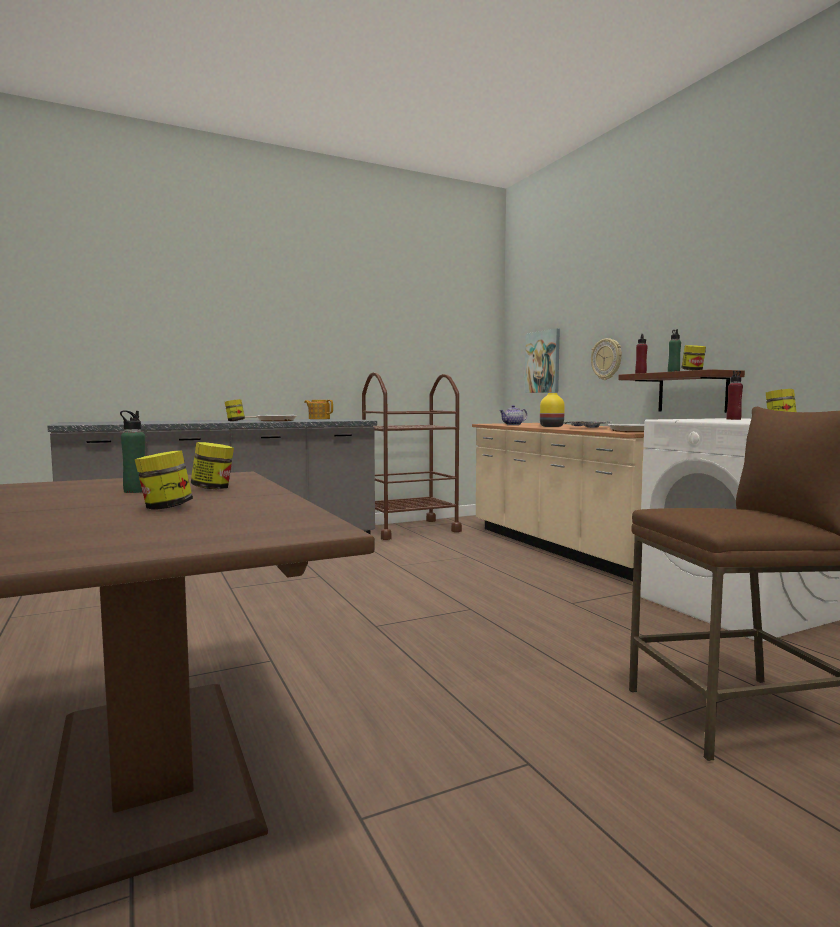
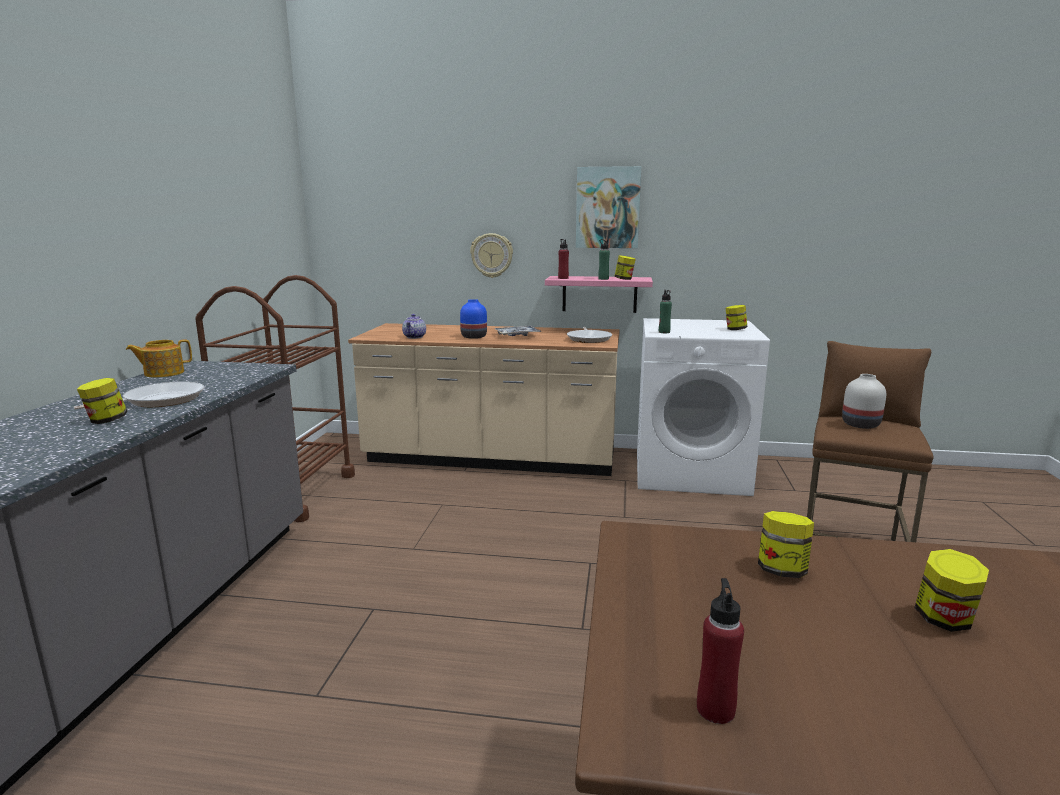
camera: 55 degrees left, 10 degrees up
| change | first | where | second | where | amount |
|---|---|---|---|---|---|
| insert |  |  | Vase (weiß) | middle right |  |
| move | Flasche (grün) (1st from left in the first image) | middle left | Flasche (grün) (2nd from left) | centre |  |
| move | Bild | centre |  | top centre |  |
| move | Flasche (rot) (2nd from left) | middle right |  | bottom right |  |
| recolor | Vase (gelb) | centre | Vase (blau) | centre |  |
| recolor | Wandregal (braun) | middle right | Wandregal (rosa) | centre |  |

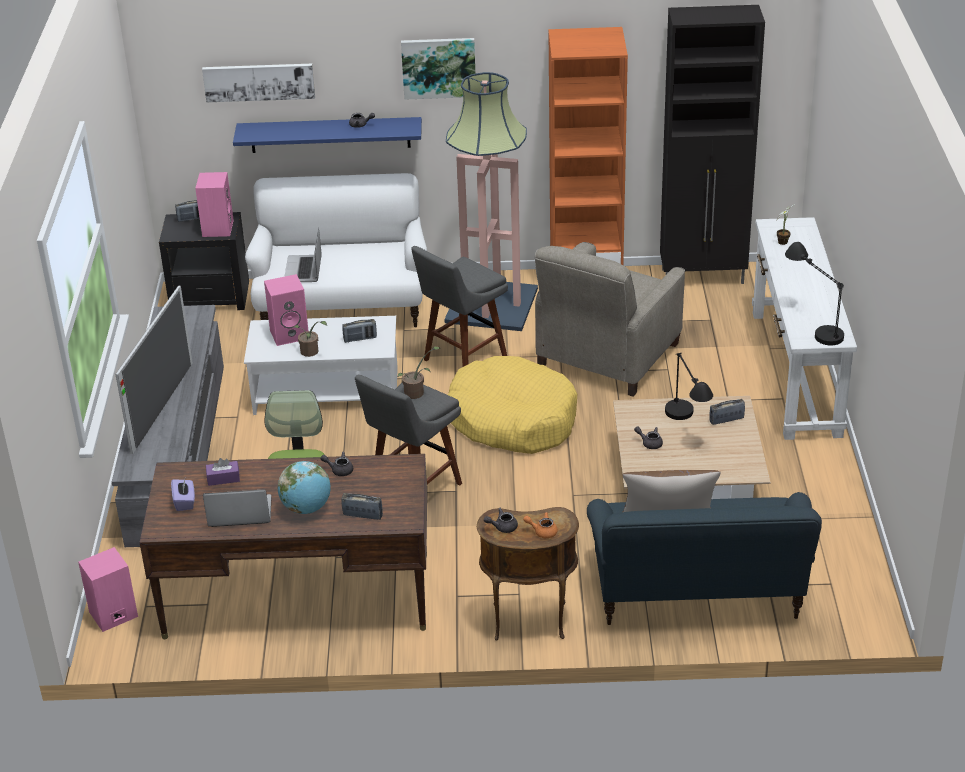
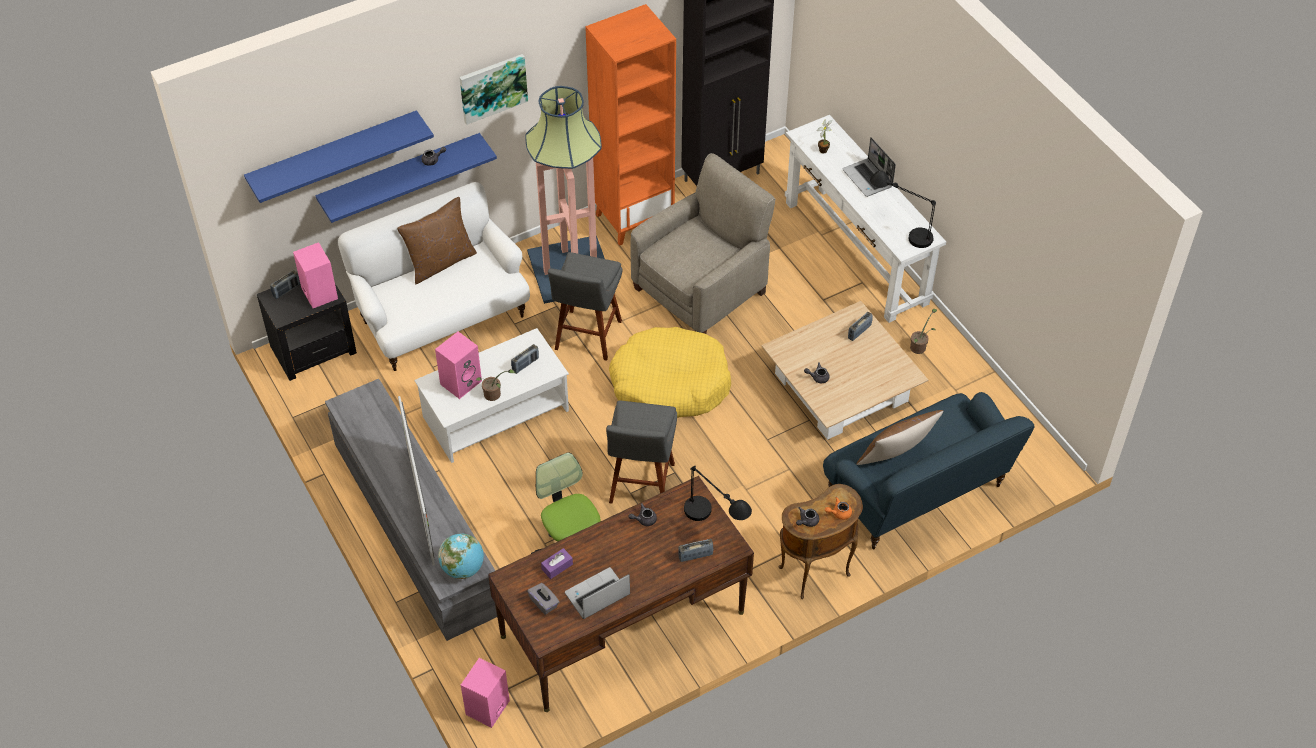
camera: 30 degrees left, 15 degrees up
| change | first | where | second | where | amount |
|---|---|---|---|---|---|
| insert |  |  | Kissen (braun) (1st from left) | top left |  |
| move | Globus | middle left |  | bottom centre |  |
| move | Laptop (2nd from left) | top left |  | top centre |  |
| move | Topfpflanze (2nd from left in the first image) | centre | Topfpflanze (3rd from left) | middle right |  |
| move | Tischlampe (schwarz) (1st from left) | middle right |  | centre |  |
| replace | Bild (1st from left) | top left | Wandregal (blau) (1st from left) | top left |  |
| recolor | Taschentuchbox (lila) (1st from left) | middle left | Taschentuchbox (grau) | bottom centre |  |
| rotate | Sessel (beige) | centre |  | top centre | 135 degrees counterclockwise |

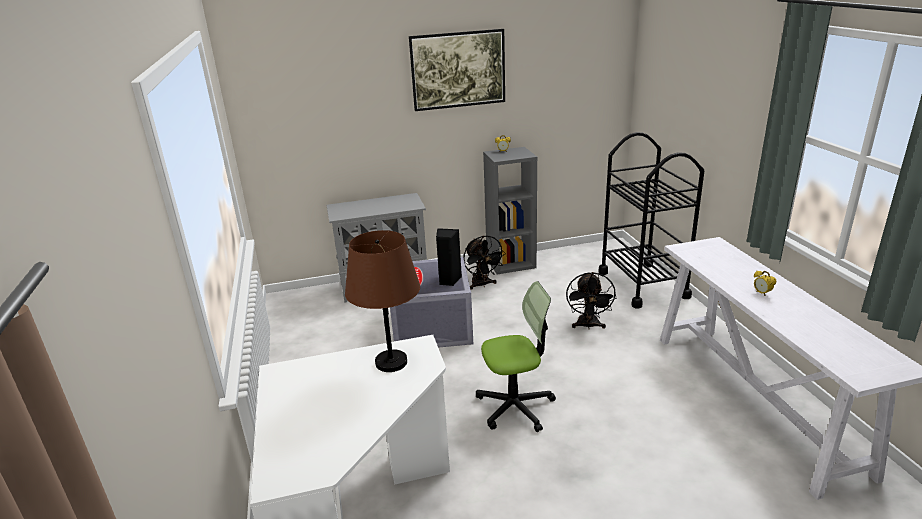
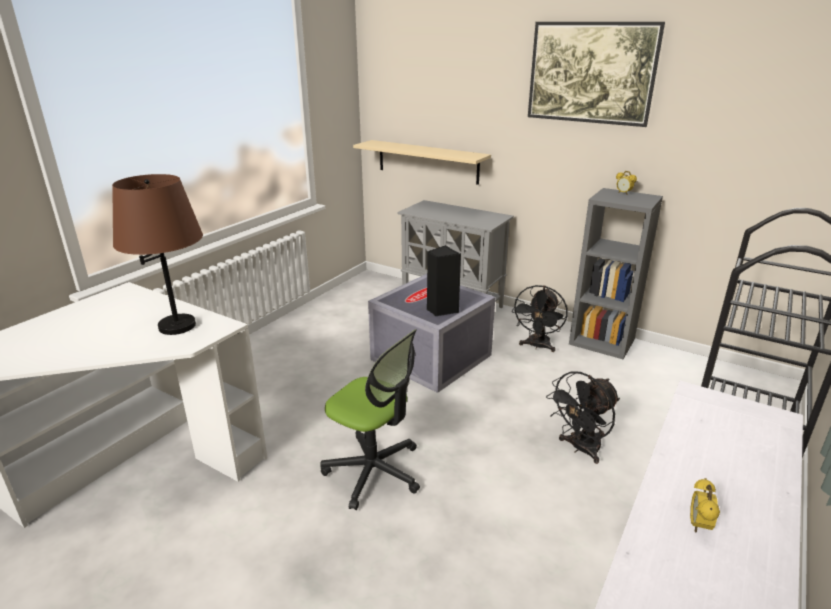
camera: 45 degrees right, 0 degrees up
| change | first | where | second | where | amount |
|---|---|---|---|---|---|
| insert |  |  | Wandregal (beige) | top centre |  |

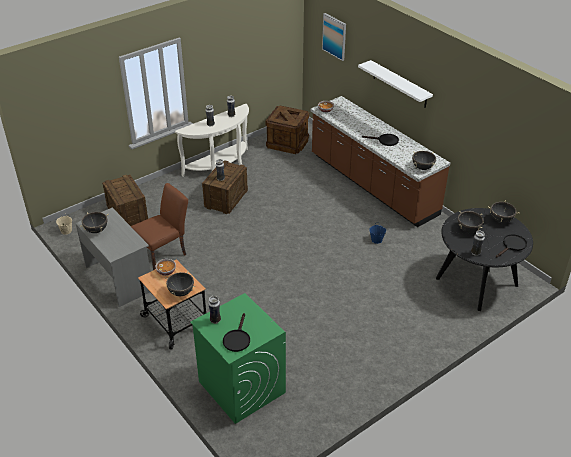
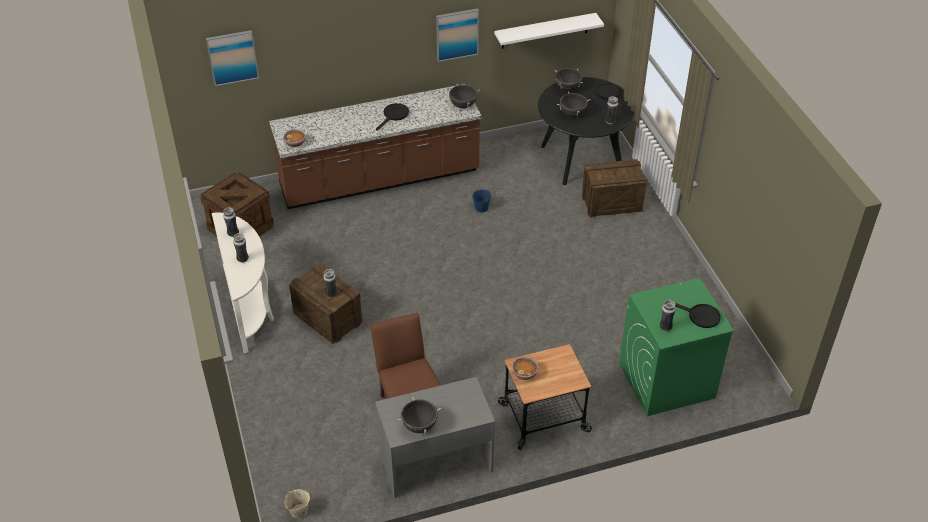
camera: 70 degrees left, 5 degrees up
| change | first | where | second | where | amount |
|---|---|---|---|---|---|
| delete | Kochtopf (schwarz) (2nd from left) | middle left |  |  |  |
| insert |  |  | Bild (2nd from left) | top centre |  |
| move | Kiste (1st from left in the first image) | middle left | Kiste (3rd from left) | centre |  |
| move | Wandregal (weiß) | top right |  | top centre |  |

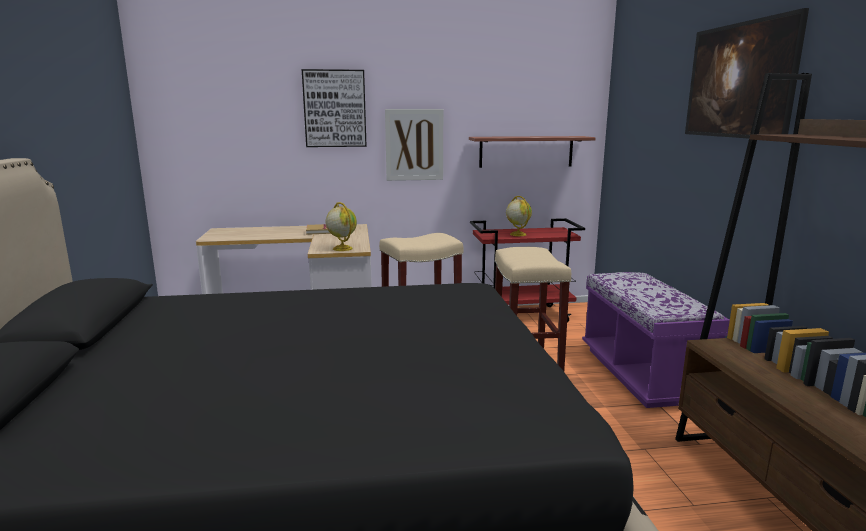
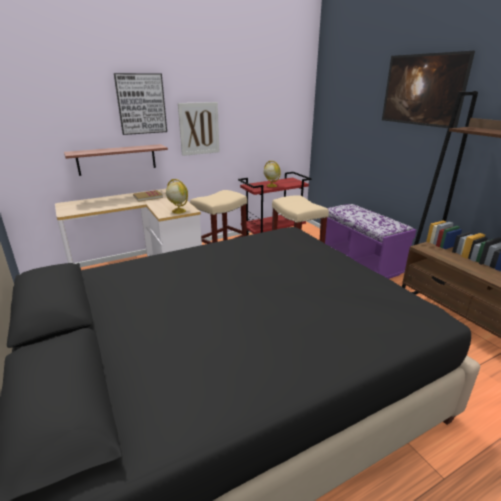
camera: 20 degrees left, 10 degrees up
| change | first | where | second | where | amount |
|---|---|---|---|---|---|
| move | Wandregal | top centre |  | top left |  |

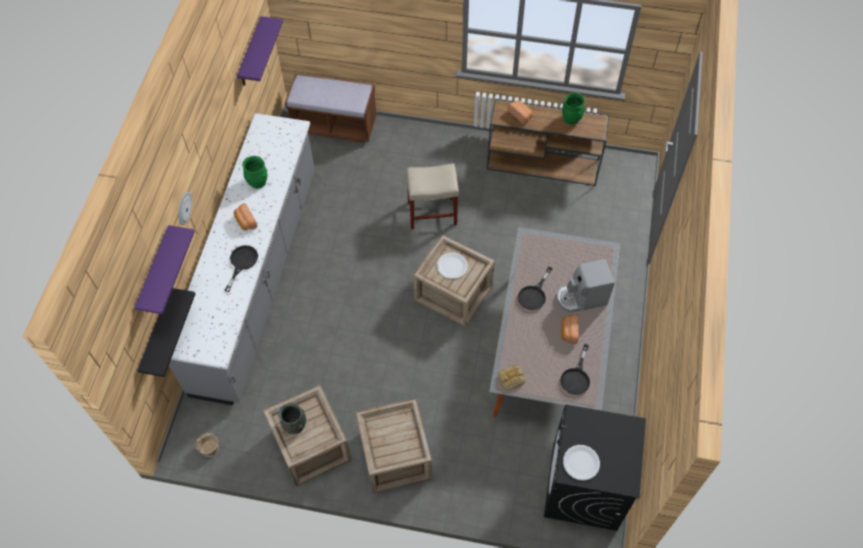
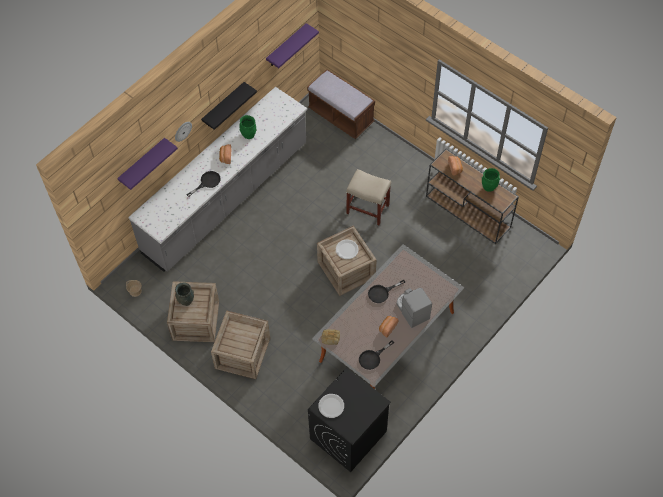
camera: 30 degrees right, 0 degrees up
| change | first | where | second | where | amount |
|---|---|---|---|---|---|
| move | Wandregal (schwarz) | middle left |  | top centre |  |
| rotate | Kaffeemaschine | middle right |  | centre | 45 degrees clockwise |

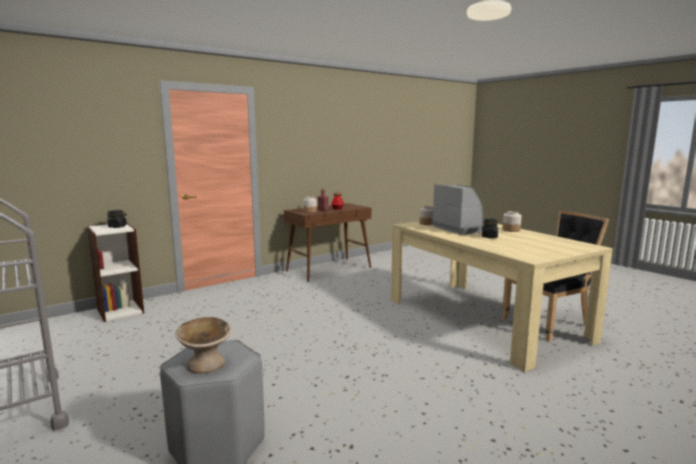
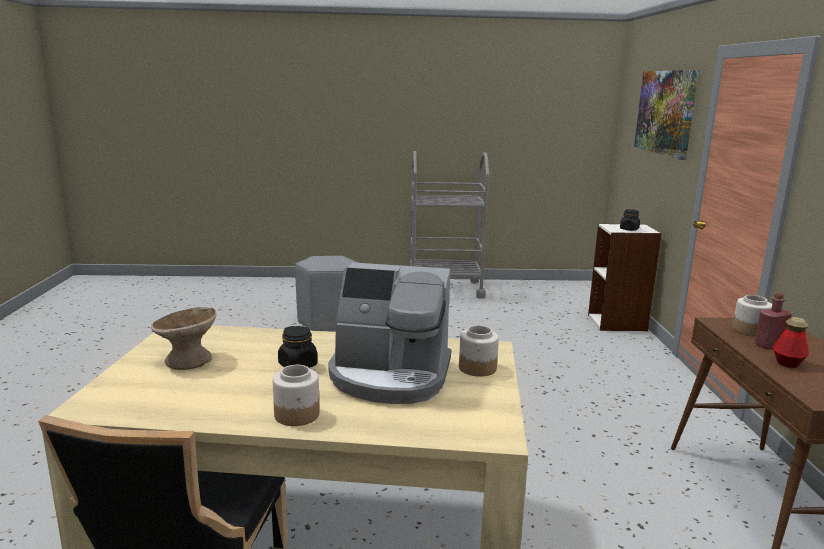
camera: 125 degrees right, 5 degrees up
| change | first | where | second | where | amount |
|---|---|---|---|---|---|
| insert |  |  | Bild | top right |  |
| move | Schüssel (beige) | bottom left |  | middle left |  |

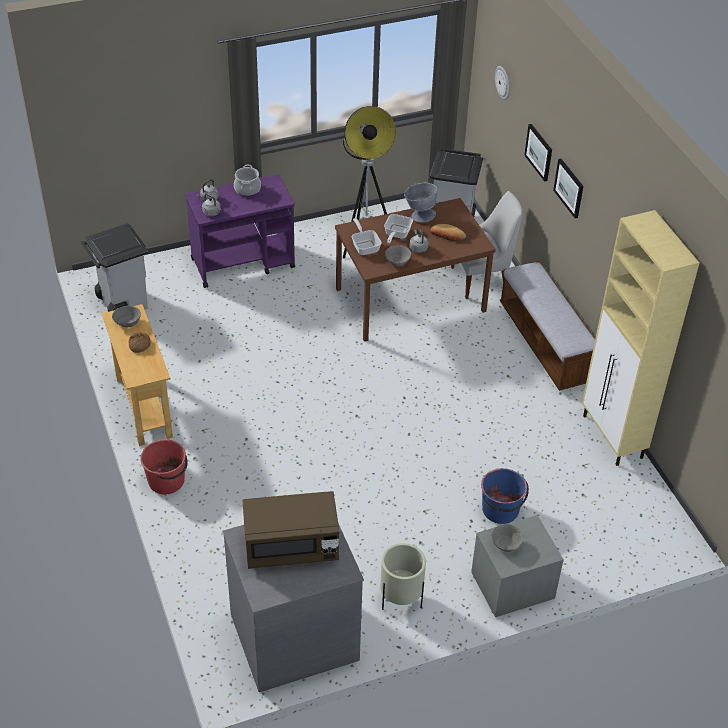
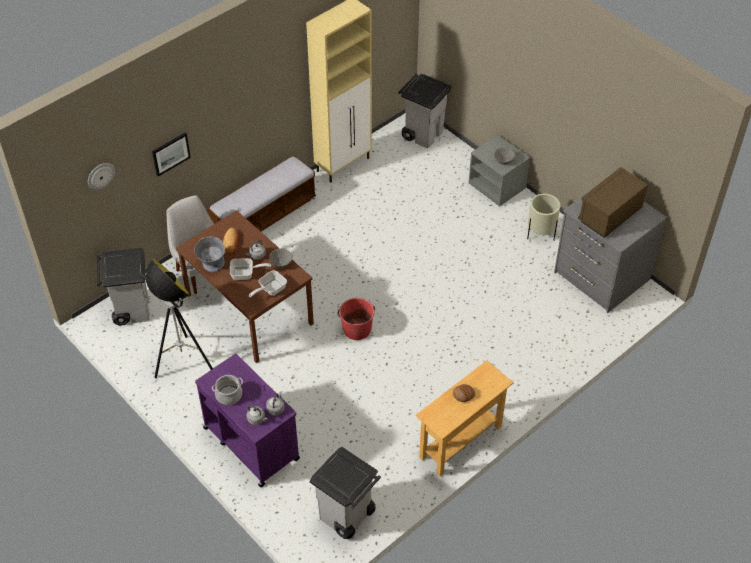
camera: 110 degrees left, 5 degrees up
| change | first | where | second | where | amount |
|---|---|---|---|---|---|
| delete | Schüssel (grau) (1st from left) | middle left |  |  |  |
| delete | Eimer (blau) | bottom right |  |  |  |
| delete | Bild (2nd from left) | top right |  |  |  |
| insert |  |  | Mülleimer (grau) (3rd from left) | top centre |  |
| move | Eimer (rot) | middle left |  | centre |  |
| rotate | Mikrowelle (braun) | bottom centre |  | middle right | 105 degrees counterclockwise |

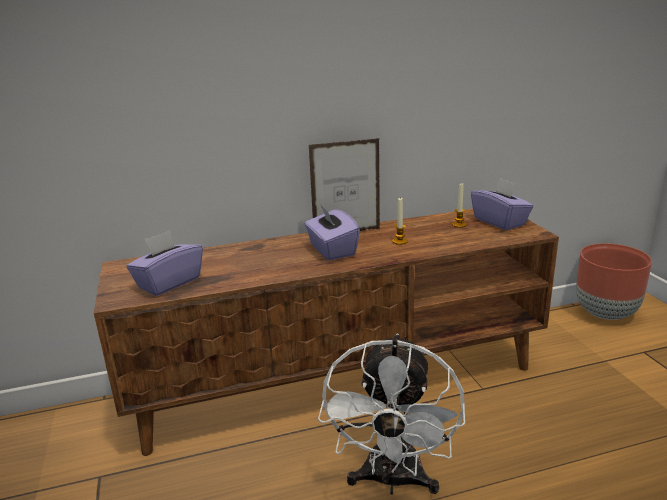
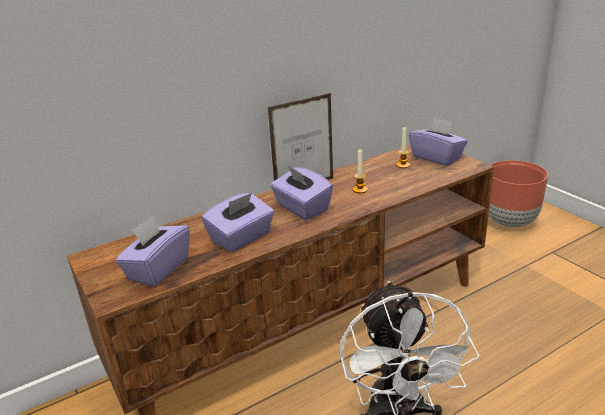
camera: 15 degrees left, 5 degrees up
| change | first | where | second | where | amount |
|---|---|---|---|---|---|
| insert |  |  | Taschentuchbox (lila) (2nd from left) | centre |  |

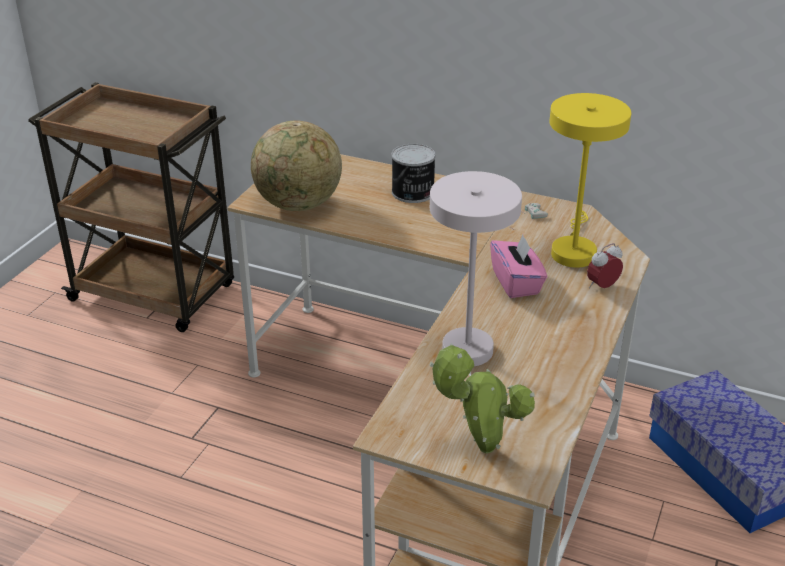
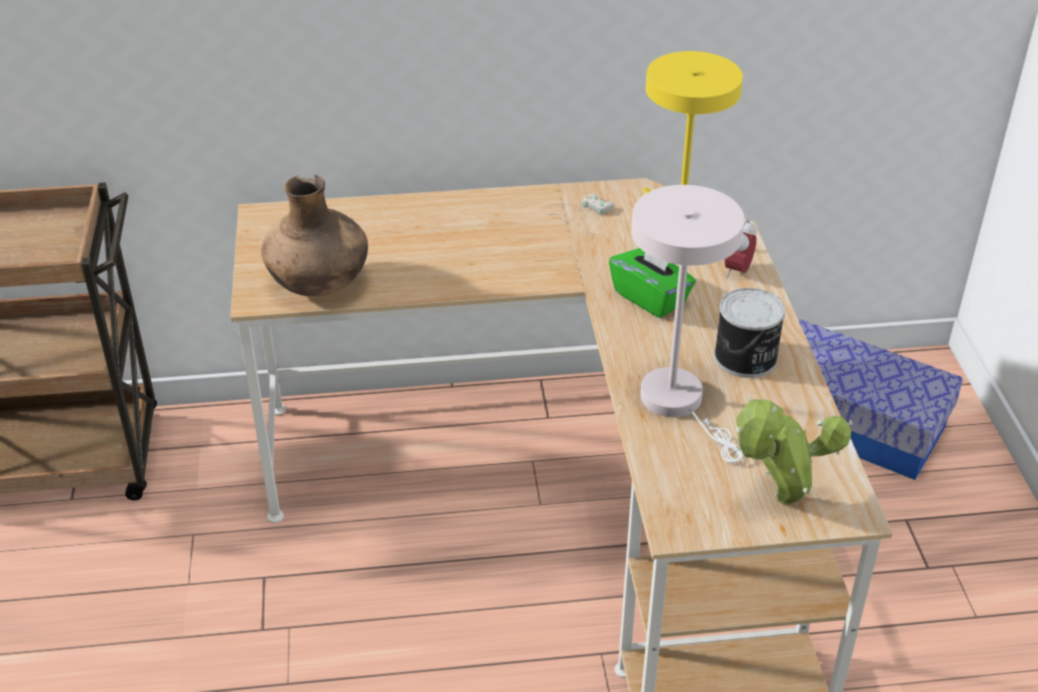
camera: 30 degrees left, 5 degrees up
| change | first | where | second | where | amount |
|---|---|---|---|---|---|
| move | Dose | top centre |  | middle right |  |
| replace | Globus | top centre | Vase (braun) | middle left |  |
| recolor | Taschentuchbox (rosa) | centre | Taschentuchbox (grün) | centre |  |

